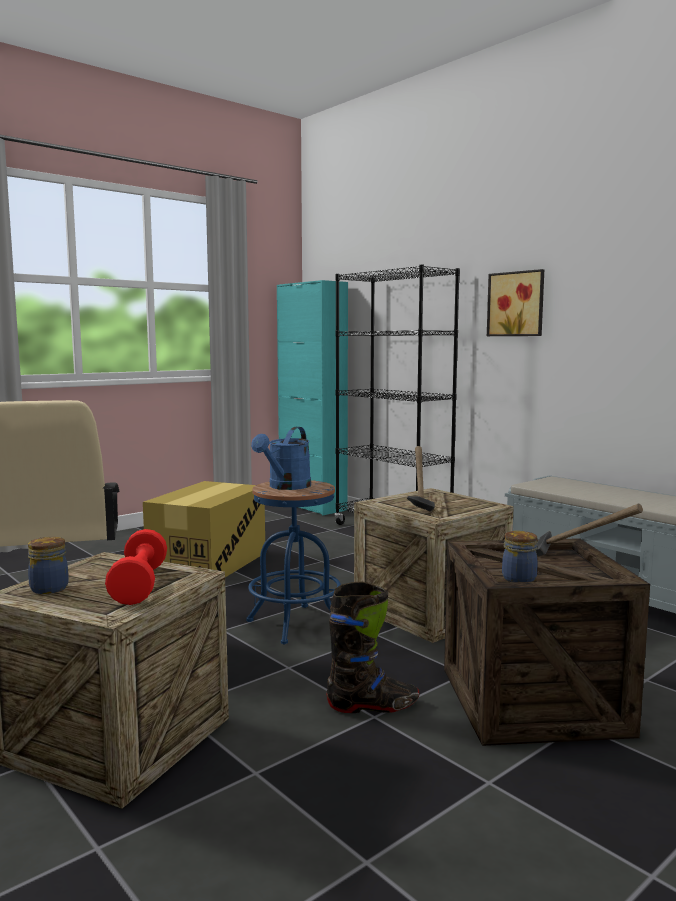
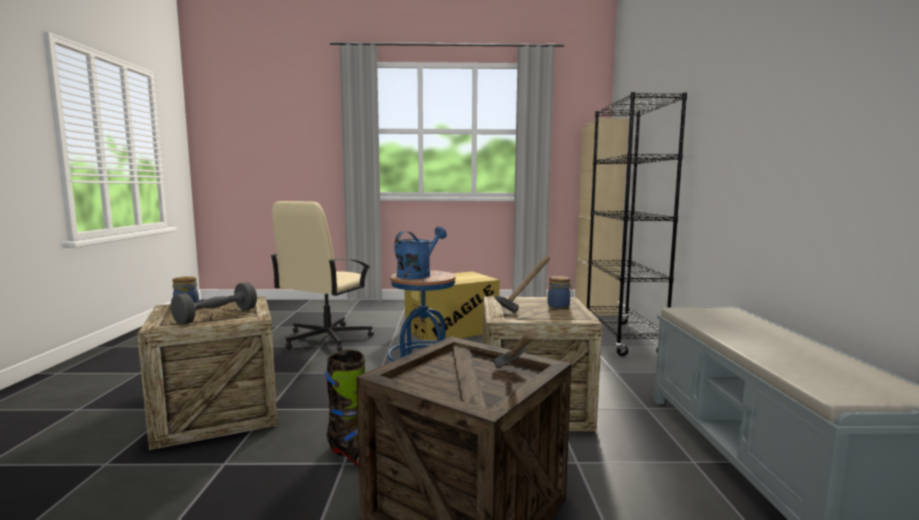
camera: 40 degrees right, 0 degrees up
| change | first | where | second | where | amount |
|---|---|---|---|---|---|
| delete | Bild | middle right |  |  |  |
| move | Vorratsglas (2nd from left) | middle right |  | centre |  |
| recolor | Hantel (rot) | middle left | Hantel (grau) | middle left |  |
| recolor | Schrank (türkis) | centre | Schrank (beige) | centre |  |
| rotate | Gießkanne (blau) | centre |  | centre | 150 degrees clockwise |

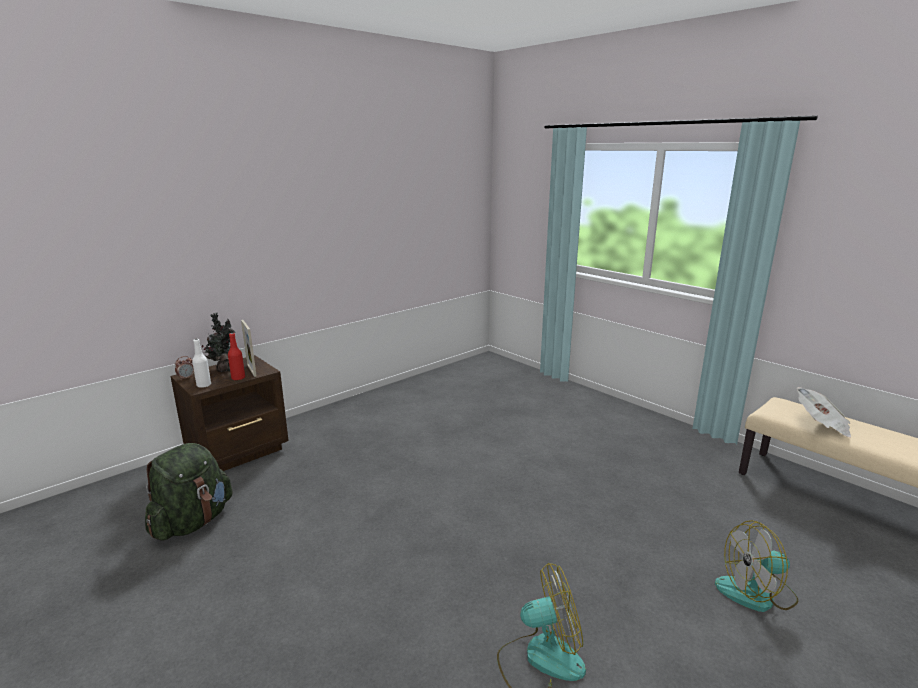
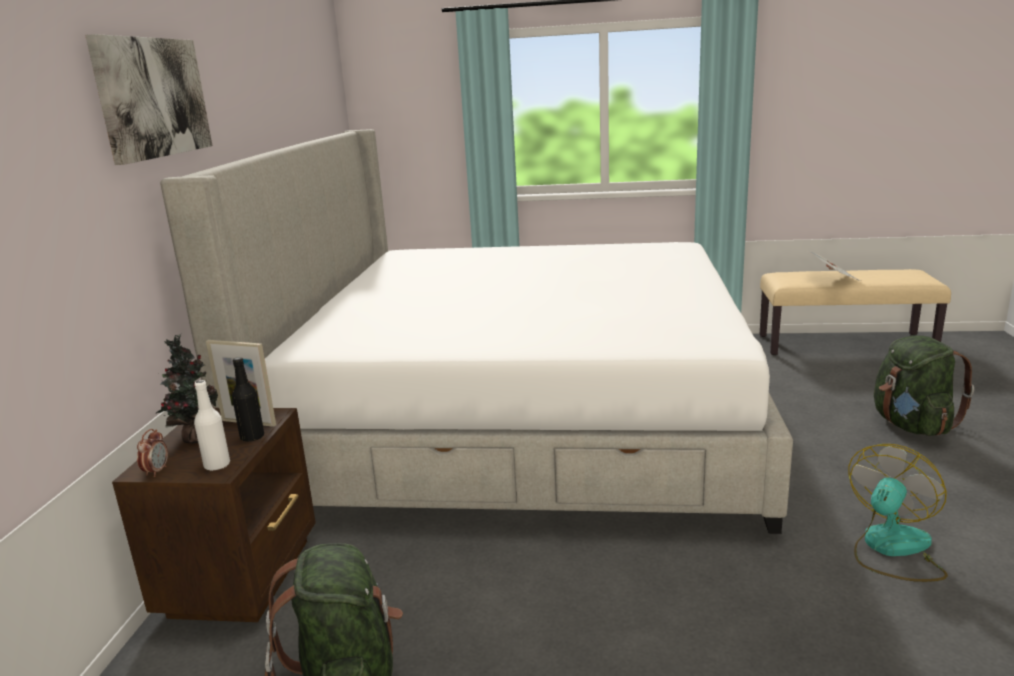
camera: 40 degrees left, 0 degrees up
| change | first | where | second | where | amount |
|---|---|---|---|---|---|
| insert |  |  | Bild | top left |  |
| insert |  |  | Bett | centre |  |
| replace | Ventilator (2nd from left) | bottom right | Rucksack (grün) (2nd from left) | middle right |  |
| recolor | Flasche (rot) | middle left | Flasche (schwarz) | middle left |  |

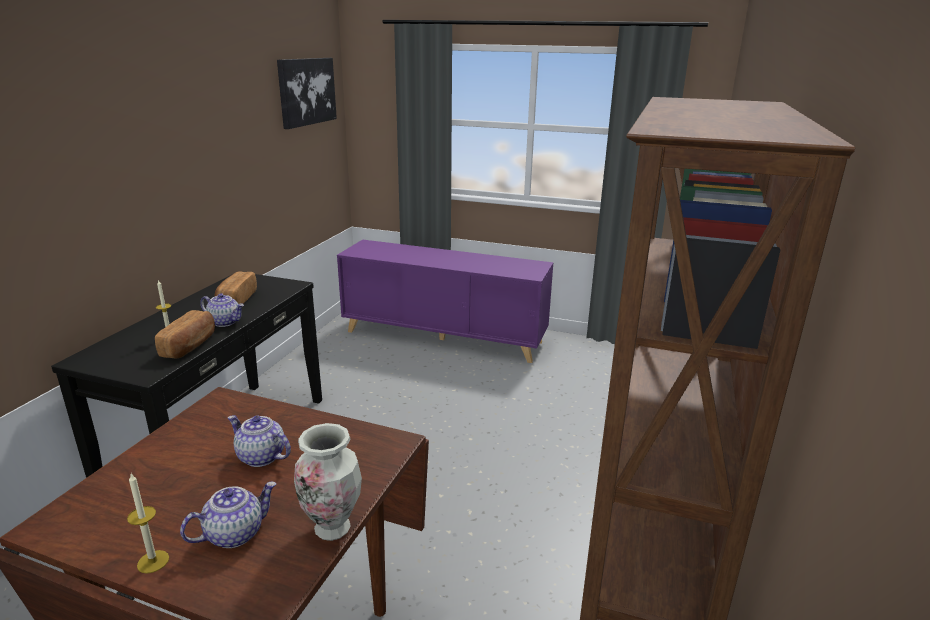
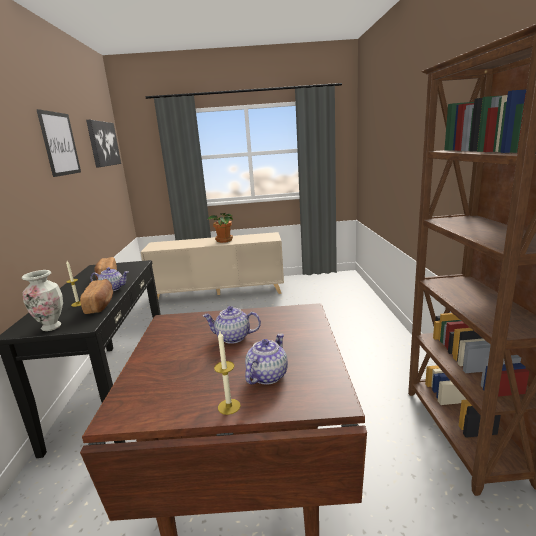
camera: 20 degrees left, 5 degrees down
| change | first | where | second | where | amount |
|---|---|---|---|---|---|
| insert |  |  | Bild (1st from left) | top left |  |
| insert |  |  | Topfpflanze | centre |  |
| move | Vase | bottom centre |  | middle left |  |
| recolor | Schrank (lila) | centre | Schrank (beige) | centre |  |

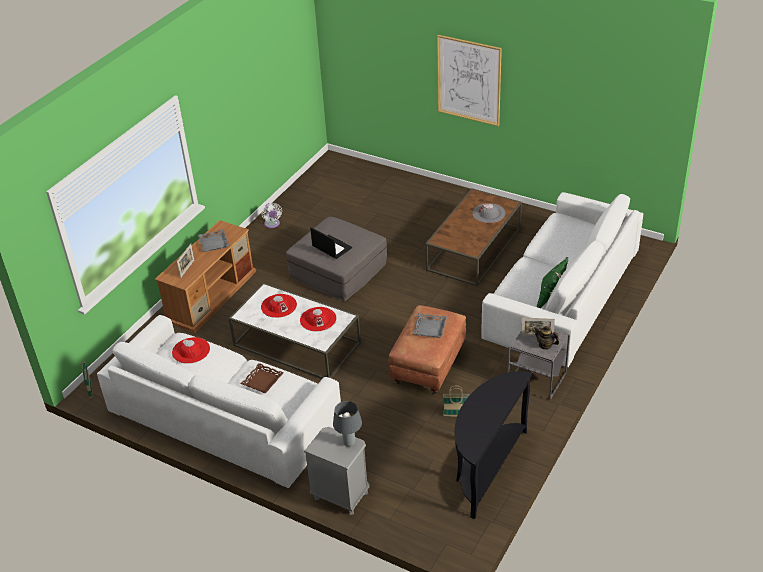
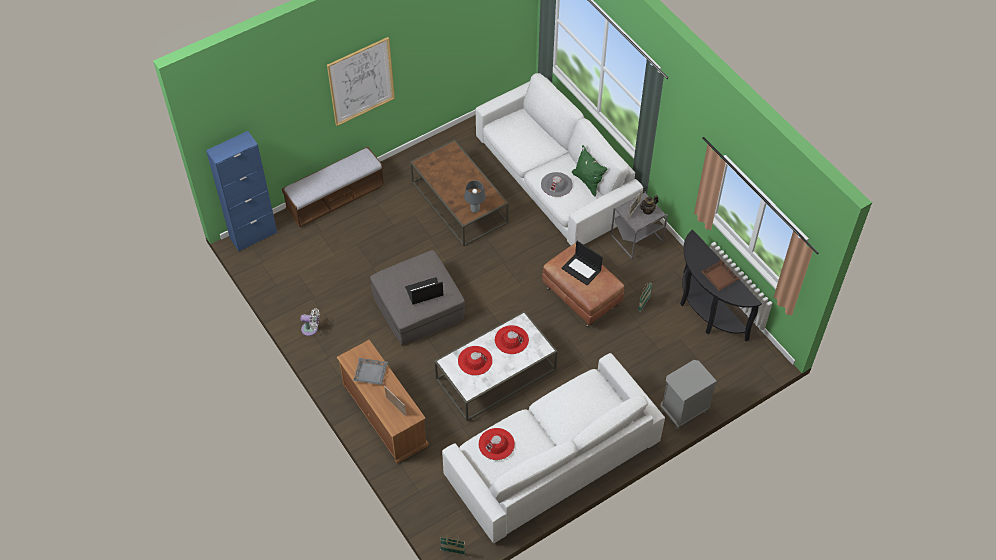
camera: 65 degrees left, 15 degrees up
| change | first | where | second | where | amount |
|---|---|---|---|---|---|
| insert |  |  | Schrank (blau) | middle left |  |
| insert |  |  | Bank | centre |  |
| move | Tablett (braun) | centre |  | middle right |  |
| move | Tischlampe (grau) | bottom centre |  | centre |  |
| move | Hut (grau) | centre |  | top centre |  |
| replace | Tablett (grau) (2nd from left) | centre | Laptop (2nd from left) | centre |  |

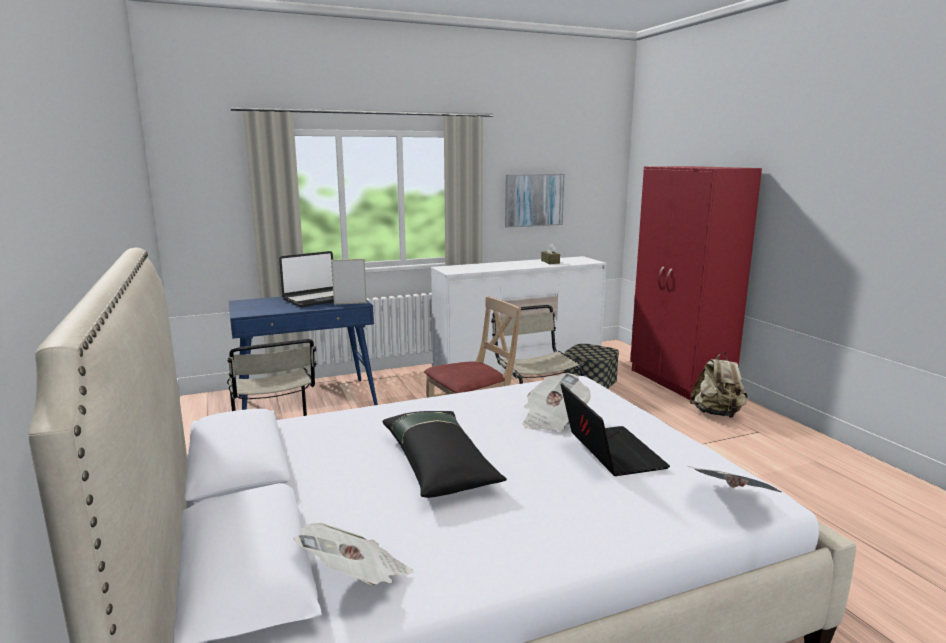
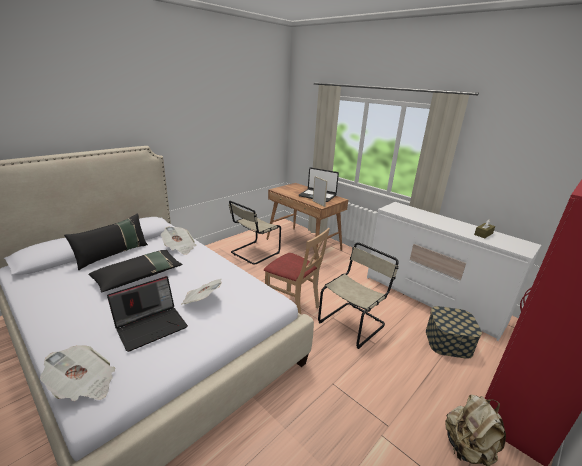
camera: 65 degrees right, 10 degrees up
| change | first | where | second | where | amount |
|---|---|---|---|---|---|
| delete | Bild | top centre |  |  |  |
| insert |  |  | Kissen (schwarz) (1st from left) | middle left |  |
| move | Zeitung (1st from left in the first image) | bottom centre | Zeitung (2nd from left) | middle left |  |
| recolor | Schreibtisch (blau) | middle left | Schreibtisch (braun) | centre |  |

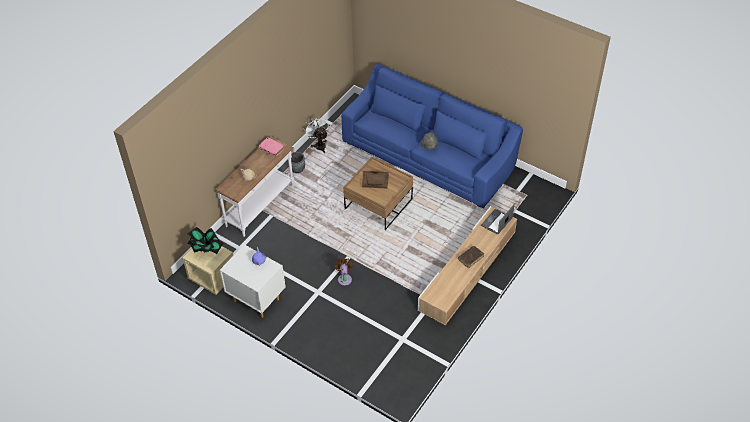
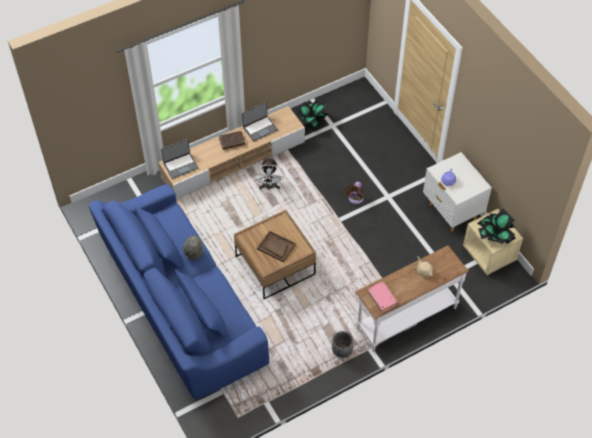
camera: 155 degrees left, 5 degrees up
| change | first | where | second | where | amount |
|---|---|---|---|---|---|
| insert |  |  | Laptop (2nd from left) | top centre |  |
| insert |  |  | Topfpflanze (1st from left) | top centre |  |
| move | Ventilator (weiß) | top centre |  | centre |  |

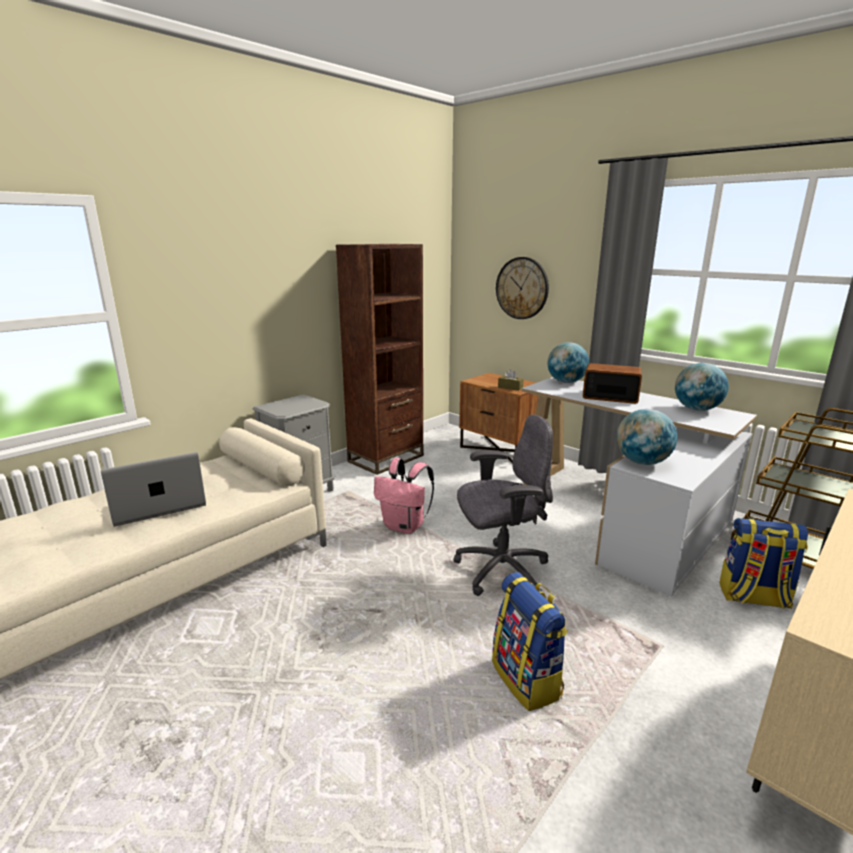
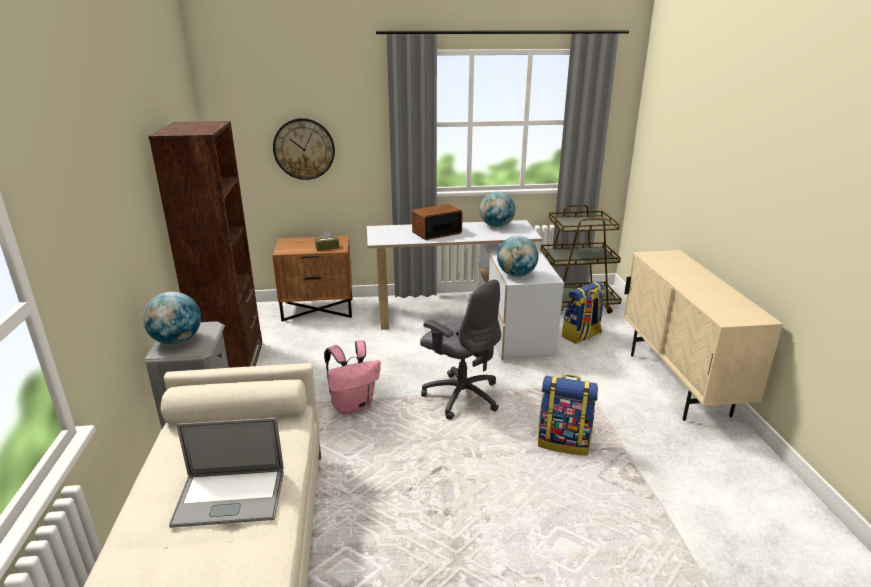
camera: 50 degrees left, 5 degrees up
| change | first | where | second | where | amount |
|---|---|---|---|---|---|
| move | Globus (1st from left) | centre |  | middle left |  |
| rotate | Laptop | middle left |  | bottom left | 105 degrees counterclockwise |
| rotate | Bürostuhl (grau) | centre |  | centre | 105 degrees clockwise |

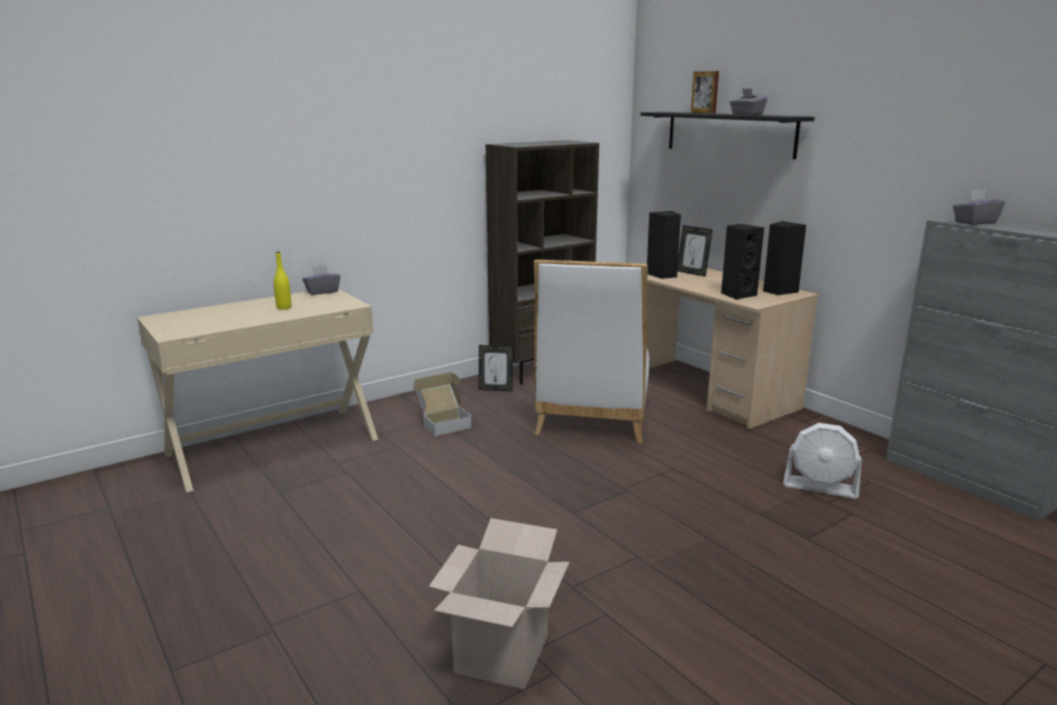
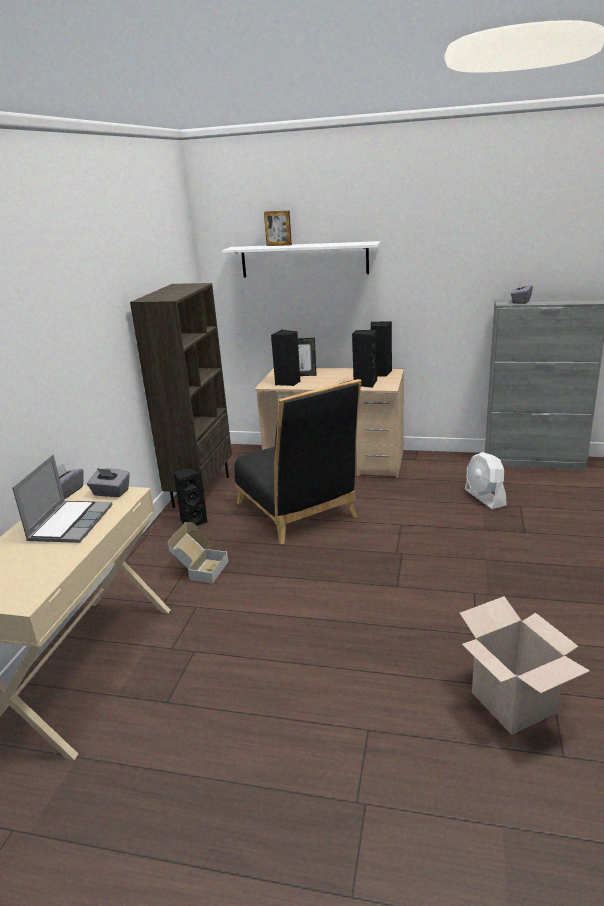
camera: 40 degrees left, 5 degrees up
| change | first | where | second | where | amount |
|---|---|---|---|---|---|
| move | Taschentuchbox (grau) (2nd from left) | top right |  | middle left |  |
| replace | Flasche (gelb) | middle left | Laptop | middle left |  |
| replace | Bilderrahmen (1st from left) | centre | Lautsprecher (schwarz) (1st from left) | middle left |  |
| recolor | Stuhl (weiß) | centre | Stuhl (schwarz) | centre |  |
| recolor | Wandregal (schwarz) | top right | Wandregal (weiß) | top centre |  |
| rotate | Ventilator (weiß) | middle right |  | middle right | 90 degrees clockwise |

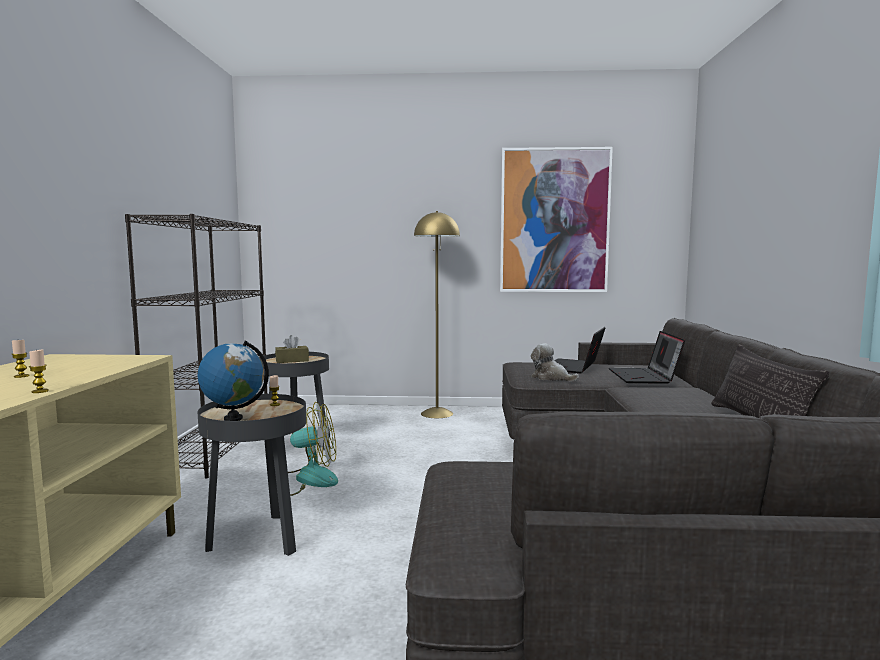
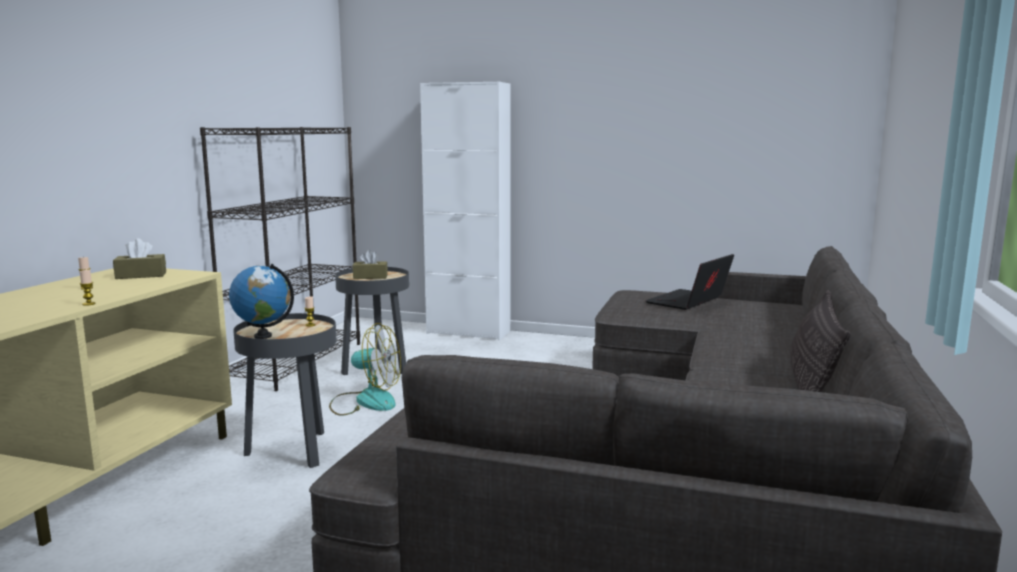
camera: 15 degrees right, 5 degrees up
| change | first | where | second | where | amount |
|---|---|---|---|---|---|
| delete | Stehlampe (gelb) | centre |  |  |  |
| delete | Bild | top centre |  |  |  |
| delete | Plüschtier | centre |  |  |  |
| delete | Laptop (2nd from left) | middle right |  |  |  |
| insert |  |  | Taschentuchbox (braun) (1st from left) | middle left |  |
| insert |  |  | Schrank (weiß) | centre |  |

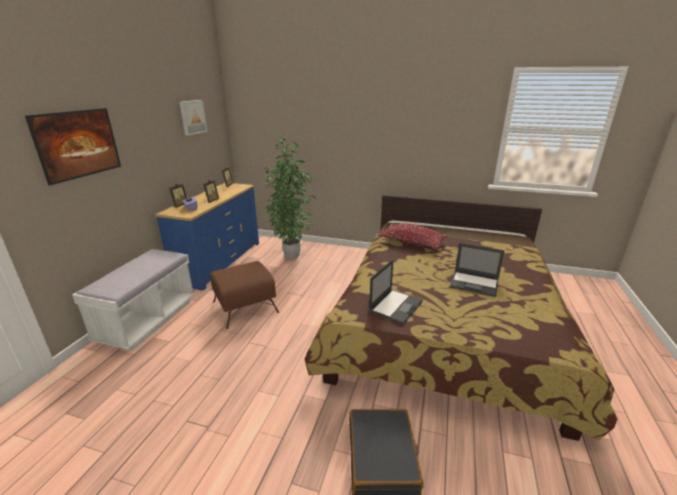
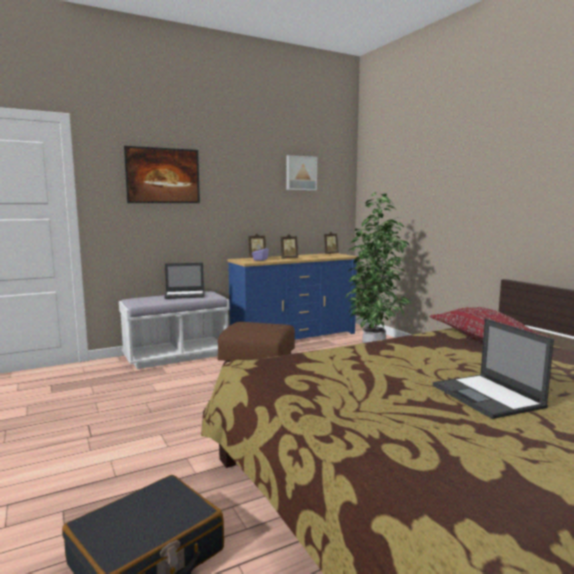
camera: 45 degrees right, 15 degrees down
| change | first | where | second | where | amount |
|---|---|---|---|---|---|
| move | Laptop (1st from left) | centre |  | middle left |  |

